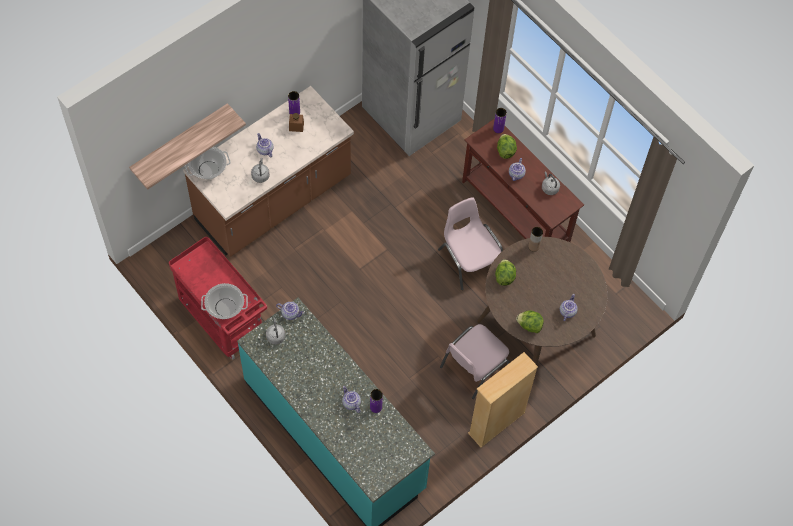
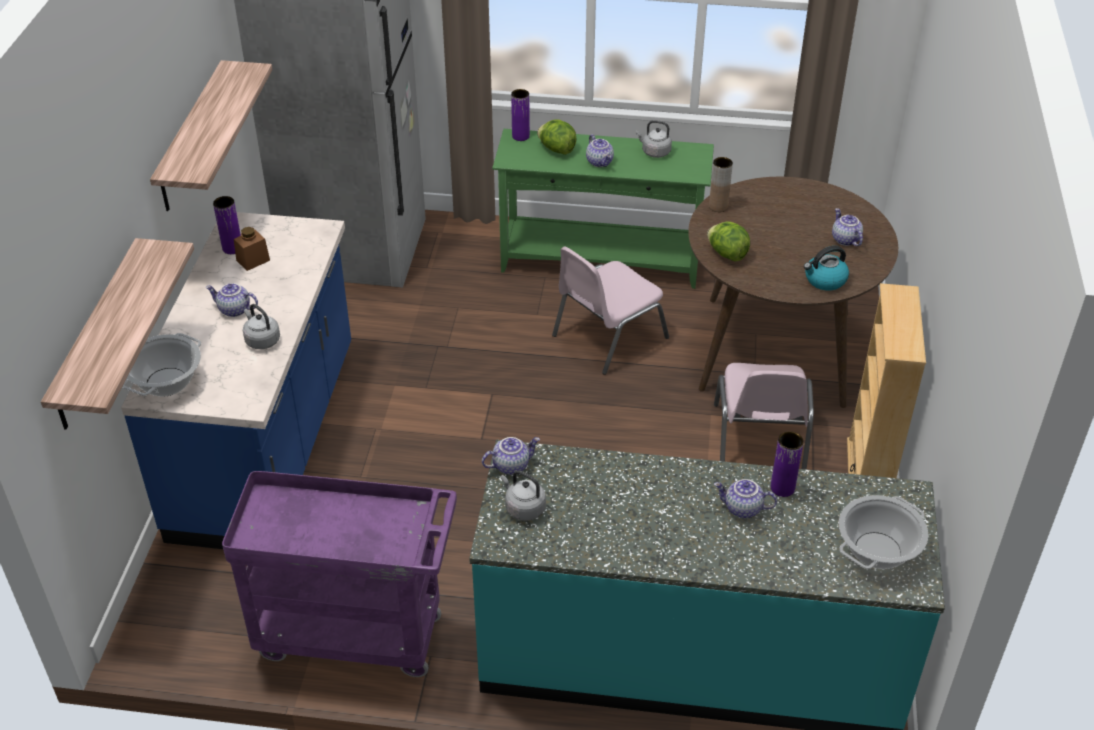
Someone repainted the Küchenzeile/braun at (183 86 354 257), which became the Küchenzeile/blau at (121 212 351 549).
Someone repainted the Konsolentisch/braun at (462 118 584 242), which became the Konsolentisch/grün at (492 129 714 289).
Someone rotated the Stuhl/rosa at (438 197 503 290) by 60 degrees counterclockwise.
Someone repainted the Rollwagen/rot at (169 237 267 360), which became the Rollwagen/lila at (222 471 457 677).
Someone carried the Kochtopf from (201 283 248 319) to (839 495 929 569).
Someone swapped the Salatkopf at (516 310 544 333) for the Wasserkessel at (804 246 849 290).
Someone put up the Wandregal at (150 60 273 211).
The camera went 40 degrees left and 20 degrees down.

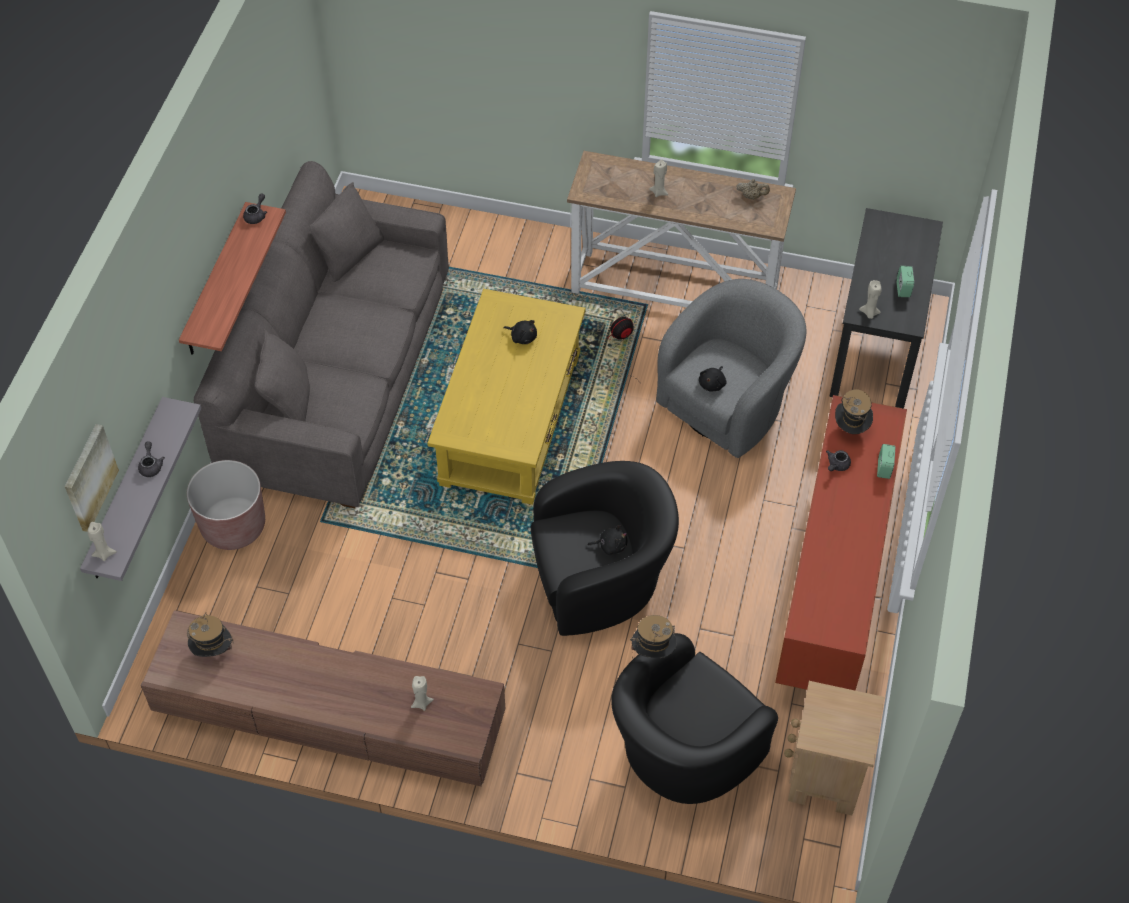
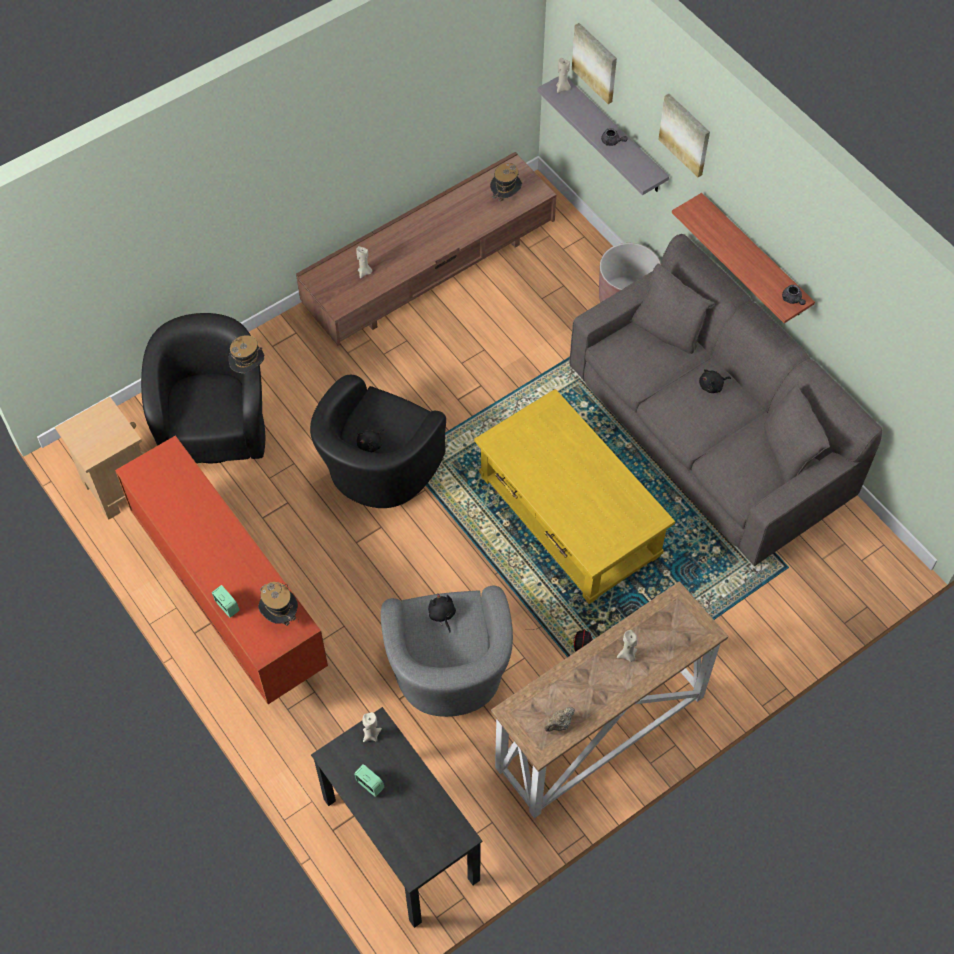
Someone carried the Plüschtier/schwarz from (504 320 537 344) to (699 369 731 393).
Someone took away the Teekanne/grau at (826 450 851 471).
Someone put up the Bild at (658 94 710 177).
The camera went 130 degrees right and 5 degrees up.

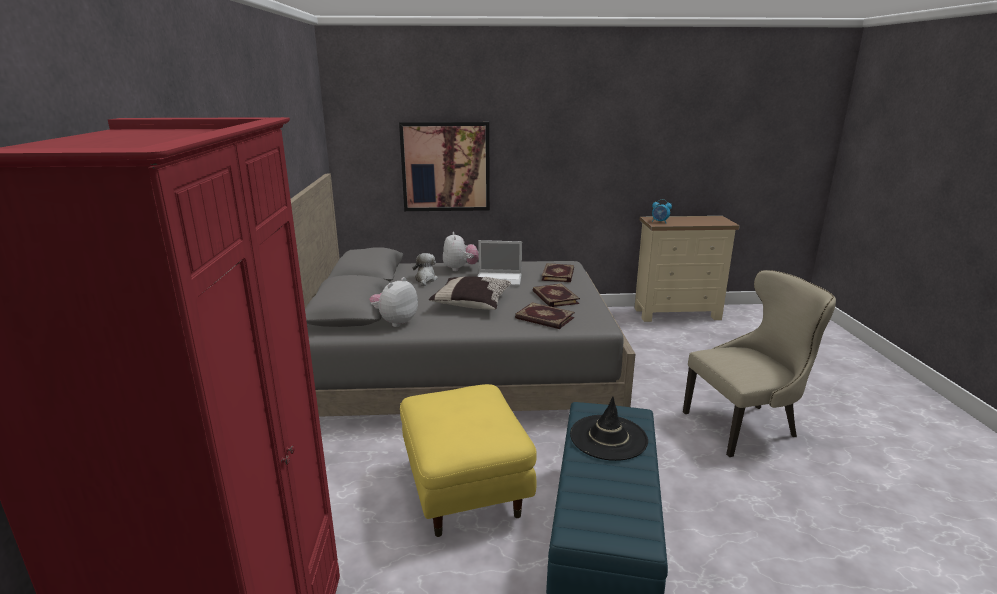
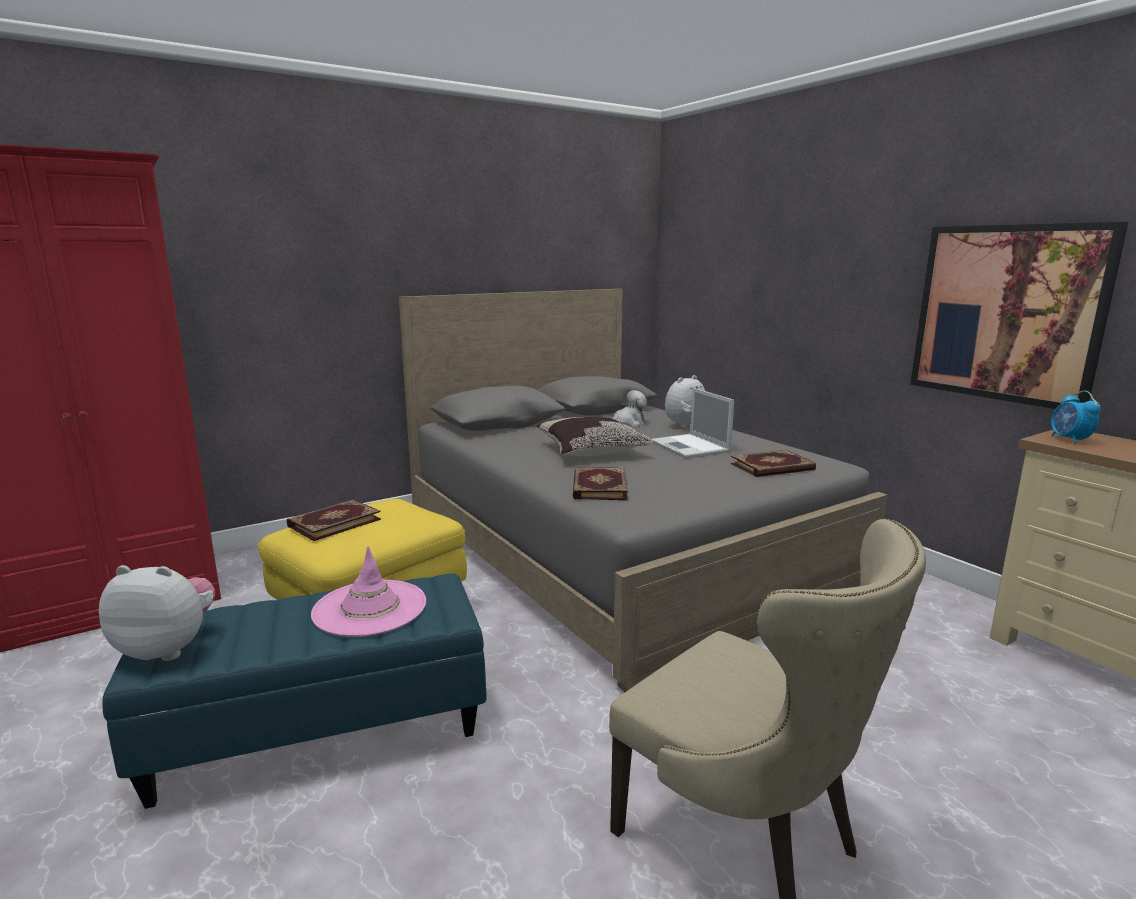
Someone carried the Bild from (399 122 490 211) to (910 222 1128 409).
Someone carried the Plüschtier from (369 277 418 327) to (99 565 215 661).
Someone carried the Buch from (533 284 580 307) to (287 500 381 541).
Someone repainted the Hut/schwarz at (570 396 648 461), which became the Hut/rosa at (311 546 426 637).
The camera went 60 degrees right and 5 degrees down.

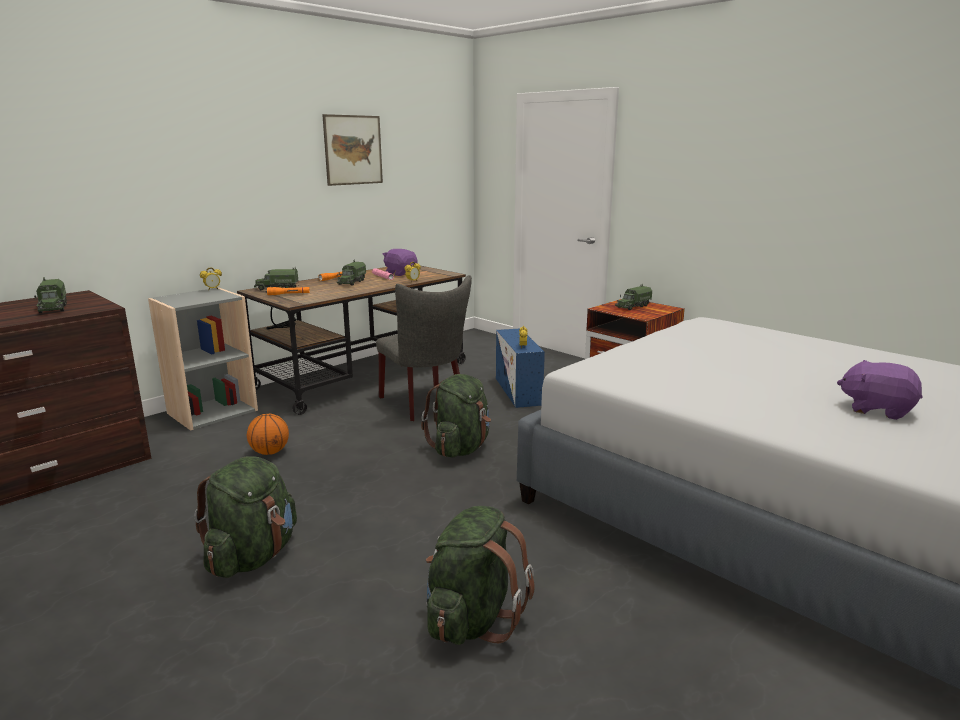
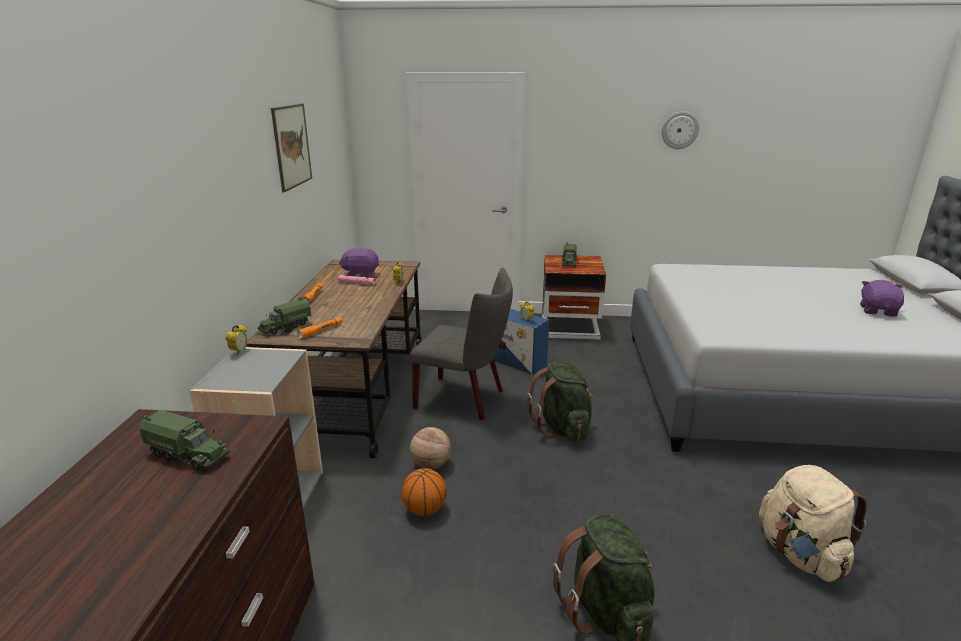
Someone took away the Spielzeuglaster at (337 259 366 286).
Someone rotated the Plüschtier/lila at (837 360 923 420) by 120 degrees clockwise.
Someone repainted the Rucksack/grün at (426 506 535 645), which became the Rucksack/beige at (759 465 867 582).
Someone put up the Wanduhr at (662 111 699 149).
Someone put down the Basketball at (410 427 451 469).
The camera went 40 degrees left and 5 degrees up.

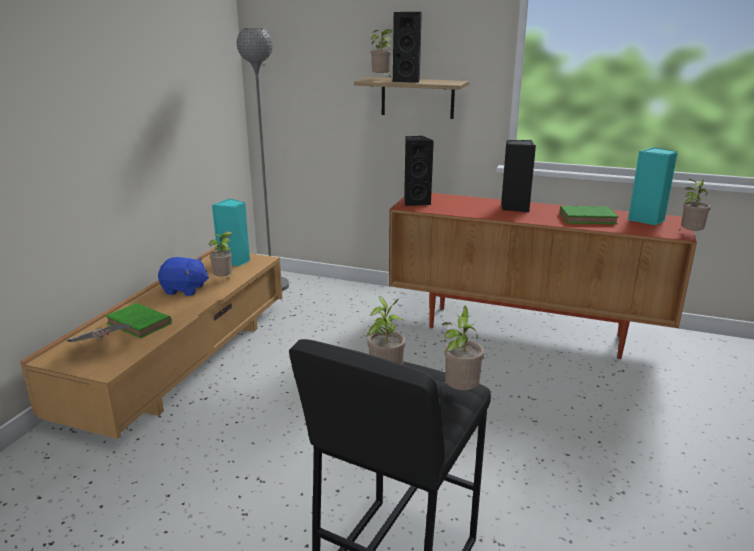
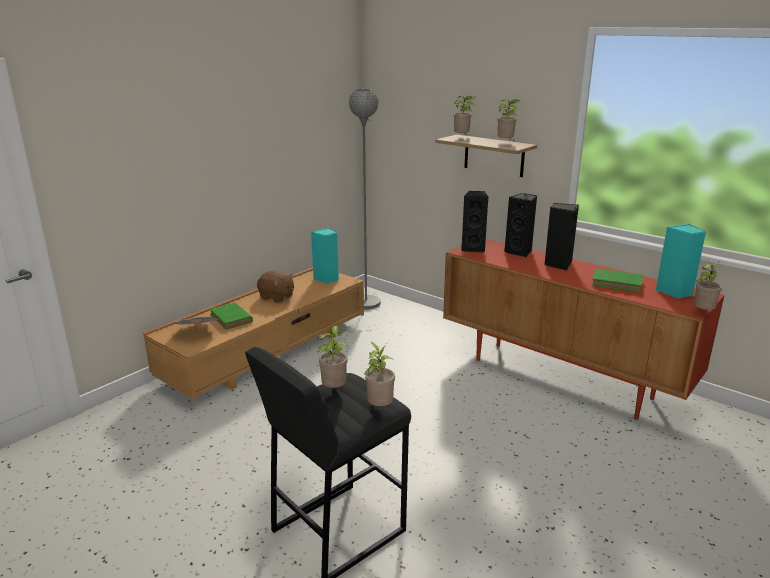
Someone carried the Lautsprecher/schwarz from (392 12 422 83) to (504 193 537 257).
Someone carried the Topfpflanze from (209 231 233 277) to (497 99 520 142).
Someone repainted the Plüschtier/blau at (158 257 209 296), which became the Plüschtier/braun at (257 271 294 303).
The camera went 20 degrees right and 0 degrees up.

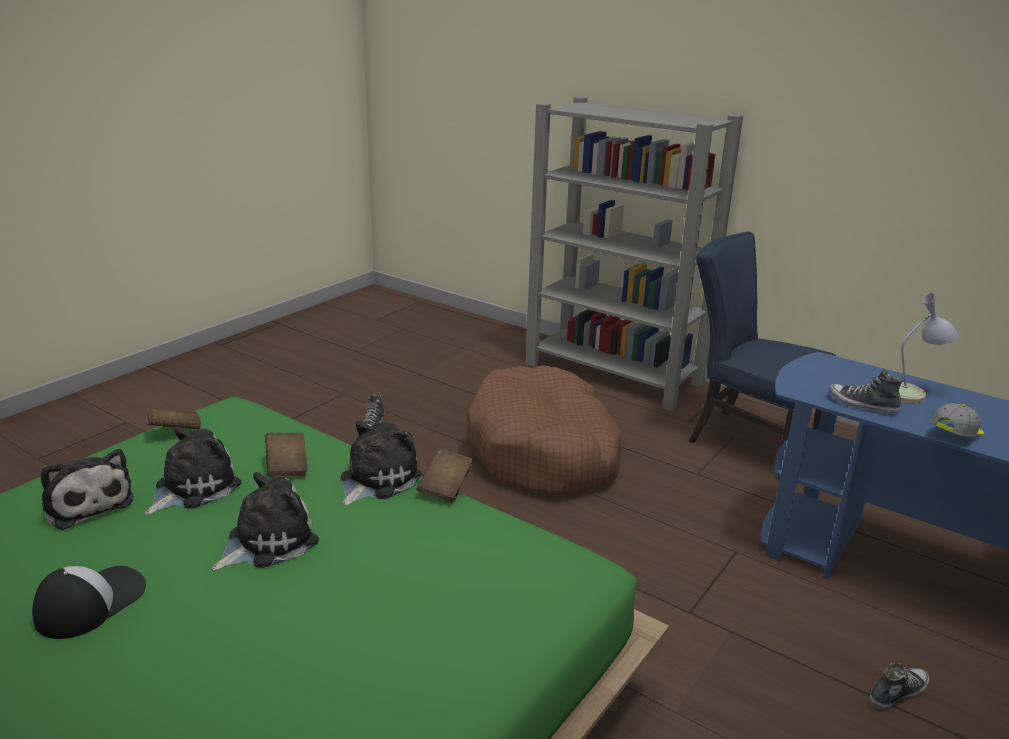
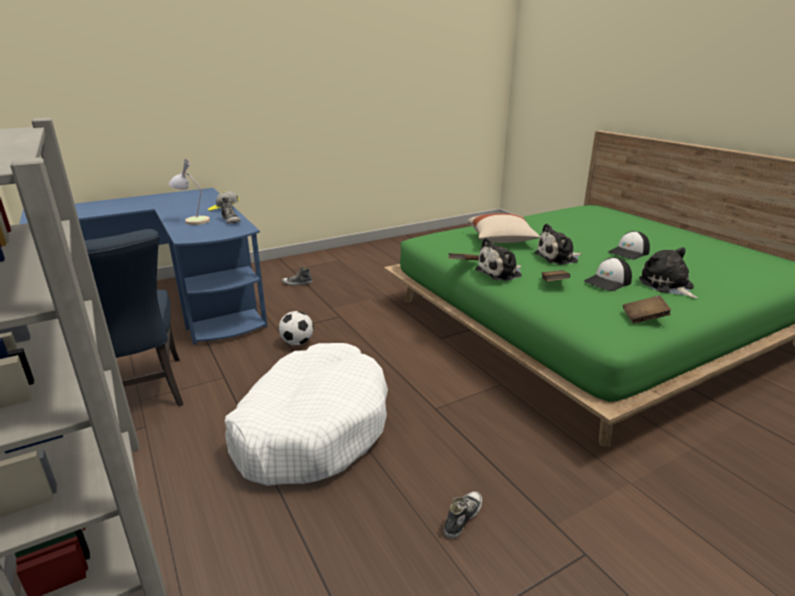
Someone repainted the Hundebett/braun at (467 365 622 495), which became the Hundebett/weiß at (225 343 388 486).
Someone swapped the Plüschtier at (145 426 241 515) for the Kappe at (584 257 632 291).
Someone put down the Kissen/beige at (467 213 540 243).
Someone put down the Fußball at (279 311 314 345).
The camera went 155 degrees left and 0 degrees up.

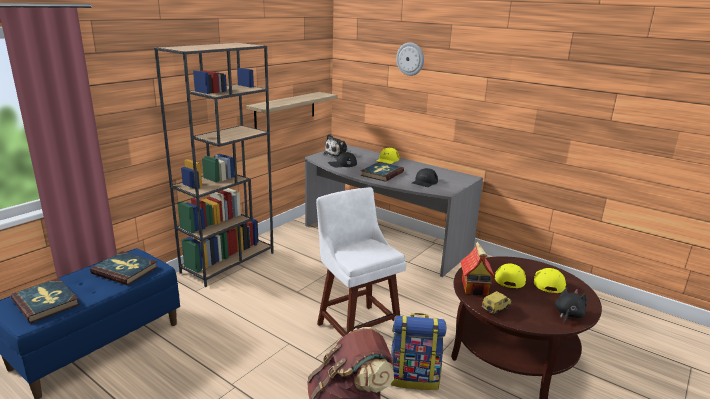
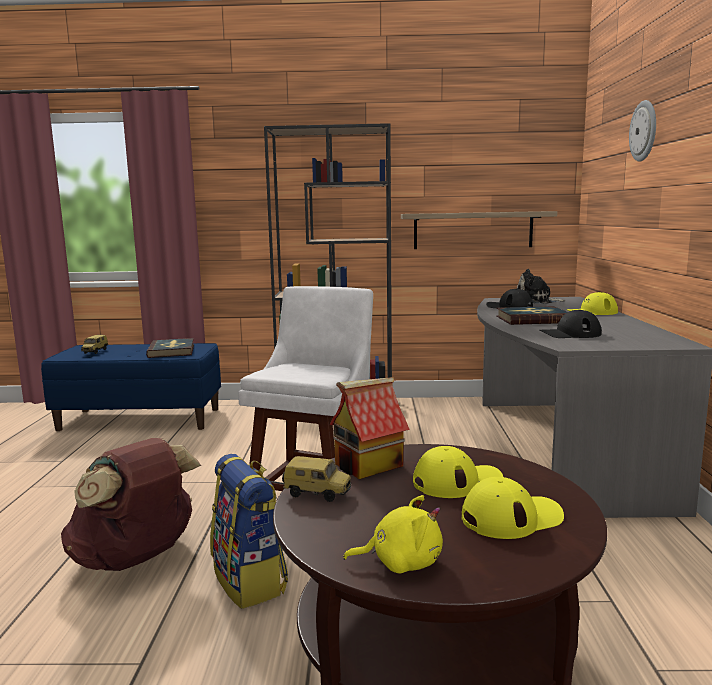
Someone swapped the Buch at (11 278 80 323) for the Spielzeugauto at (81 335 109 354).
Someone repainted the Plüschtier/schwarz at (555 287 587 324), which became the Plüschtier/gelb at (343 495 443 573).
The camera went 55 degrees right and 10 degrees down.

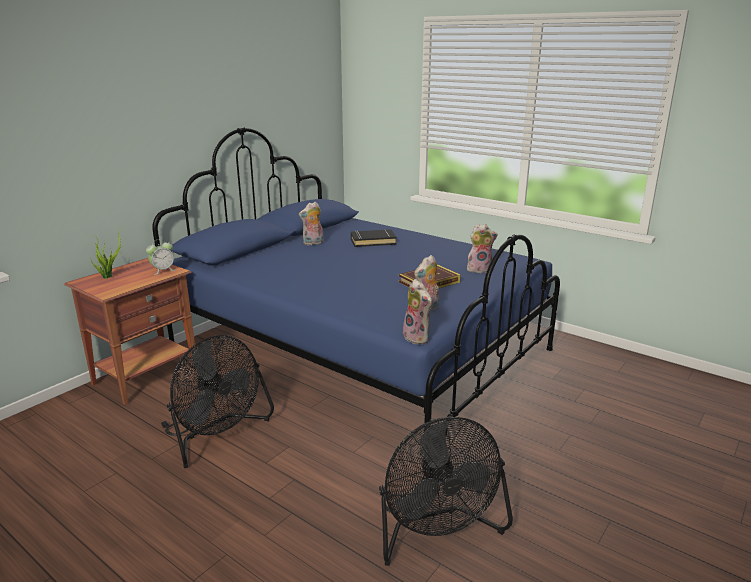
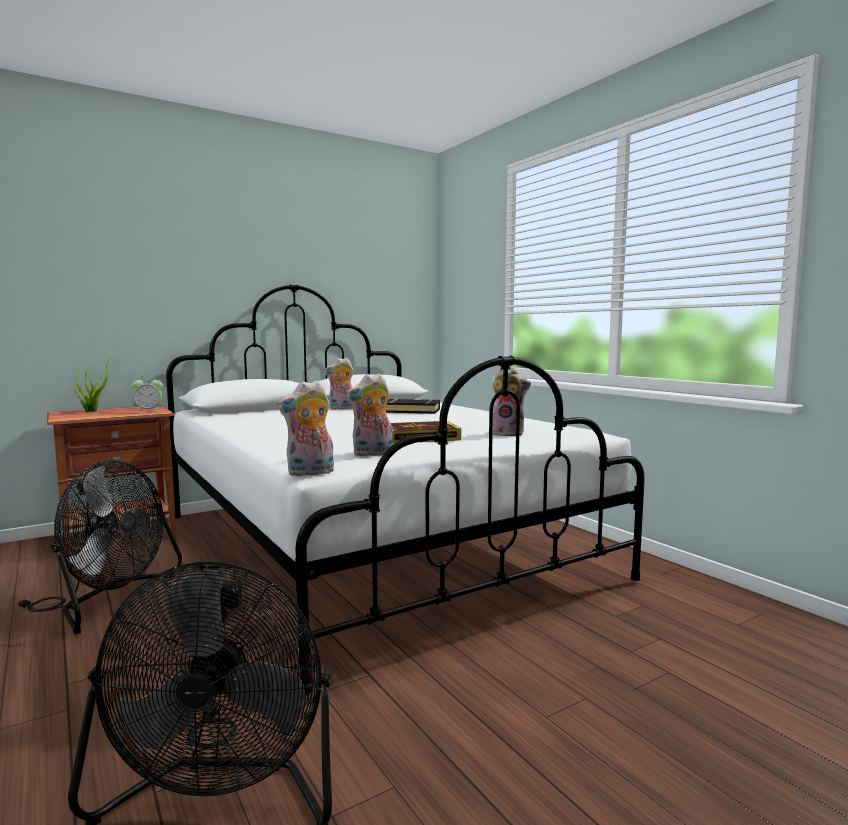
Someone repainted the Bett/blau at (152 128 560 468), which became the Bett/weiß at (166 284 645 695).
Someone rotated the Plüschtier at (403 279 432 344) by 75 degrees clockwise.
Someone rotated the Ventilator/schwarz at (161 335 274 468) by 45 degrees counterclockwise.
The camera went 20 degrees right and 15 degrees down.

